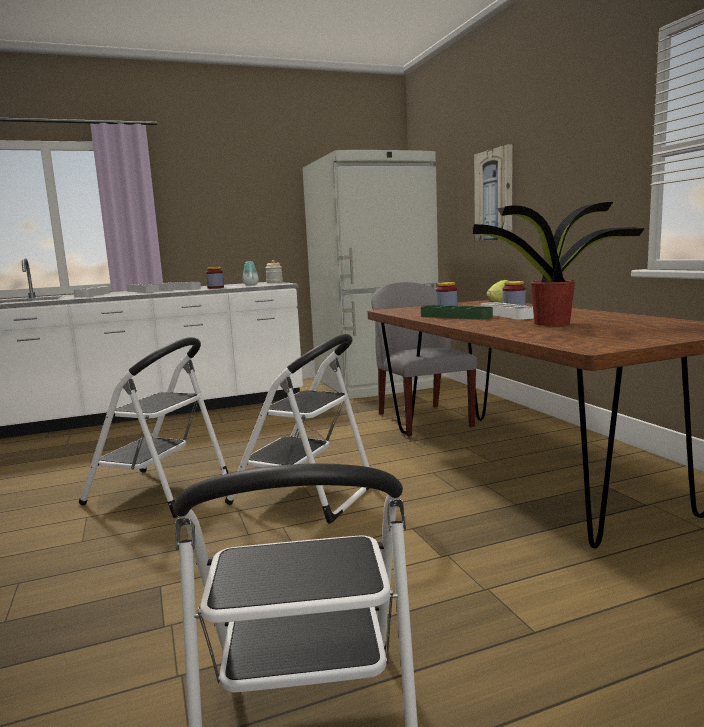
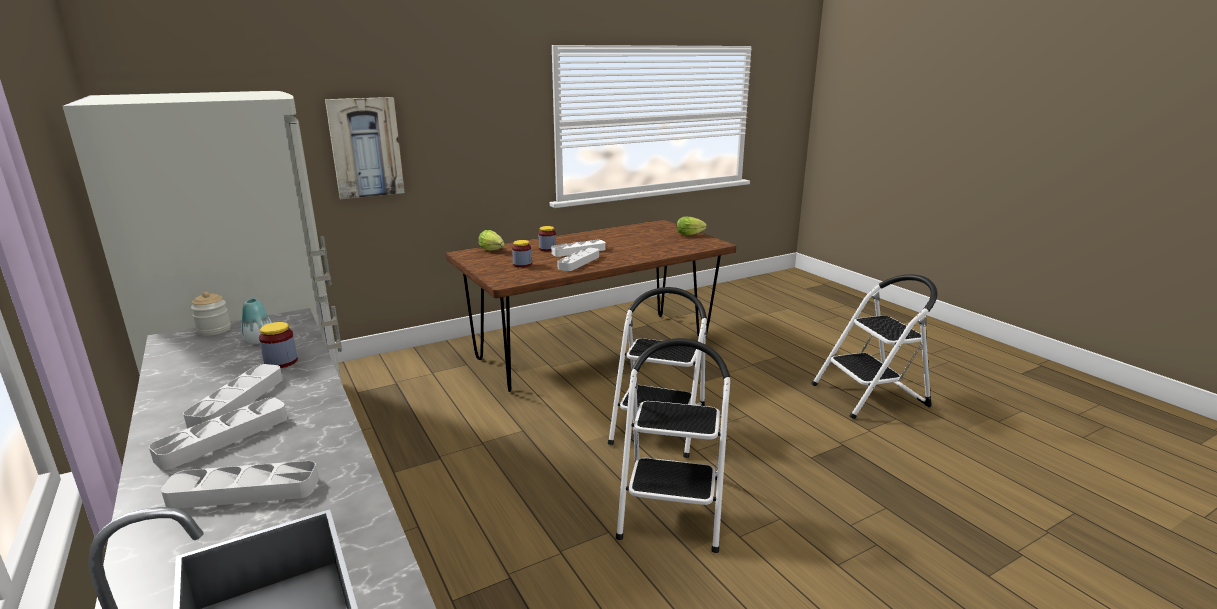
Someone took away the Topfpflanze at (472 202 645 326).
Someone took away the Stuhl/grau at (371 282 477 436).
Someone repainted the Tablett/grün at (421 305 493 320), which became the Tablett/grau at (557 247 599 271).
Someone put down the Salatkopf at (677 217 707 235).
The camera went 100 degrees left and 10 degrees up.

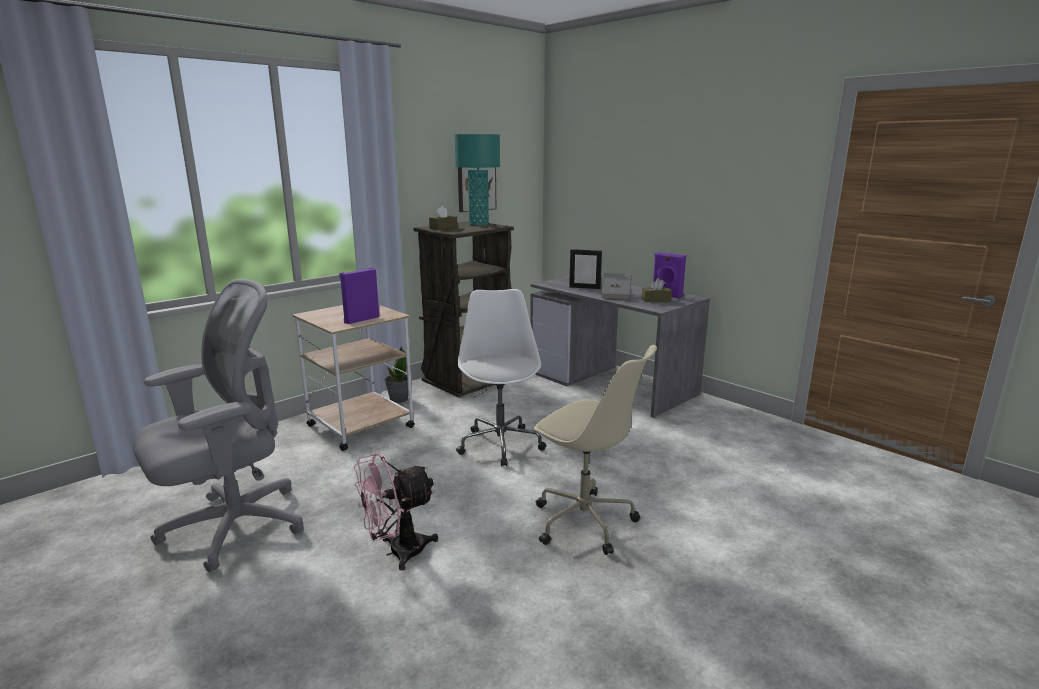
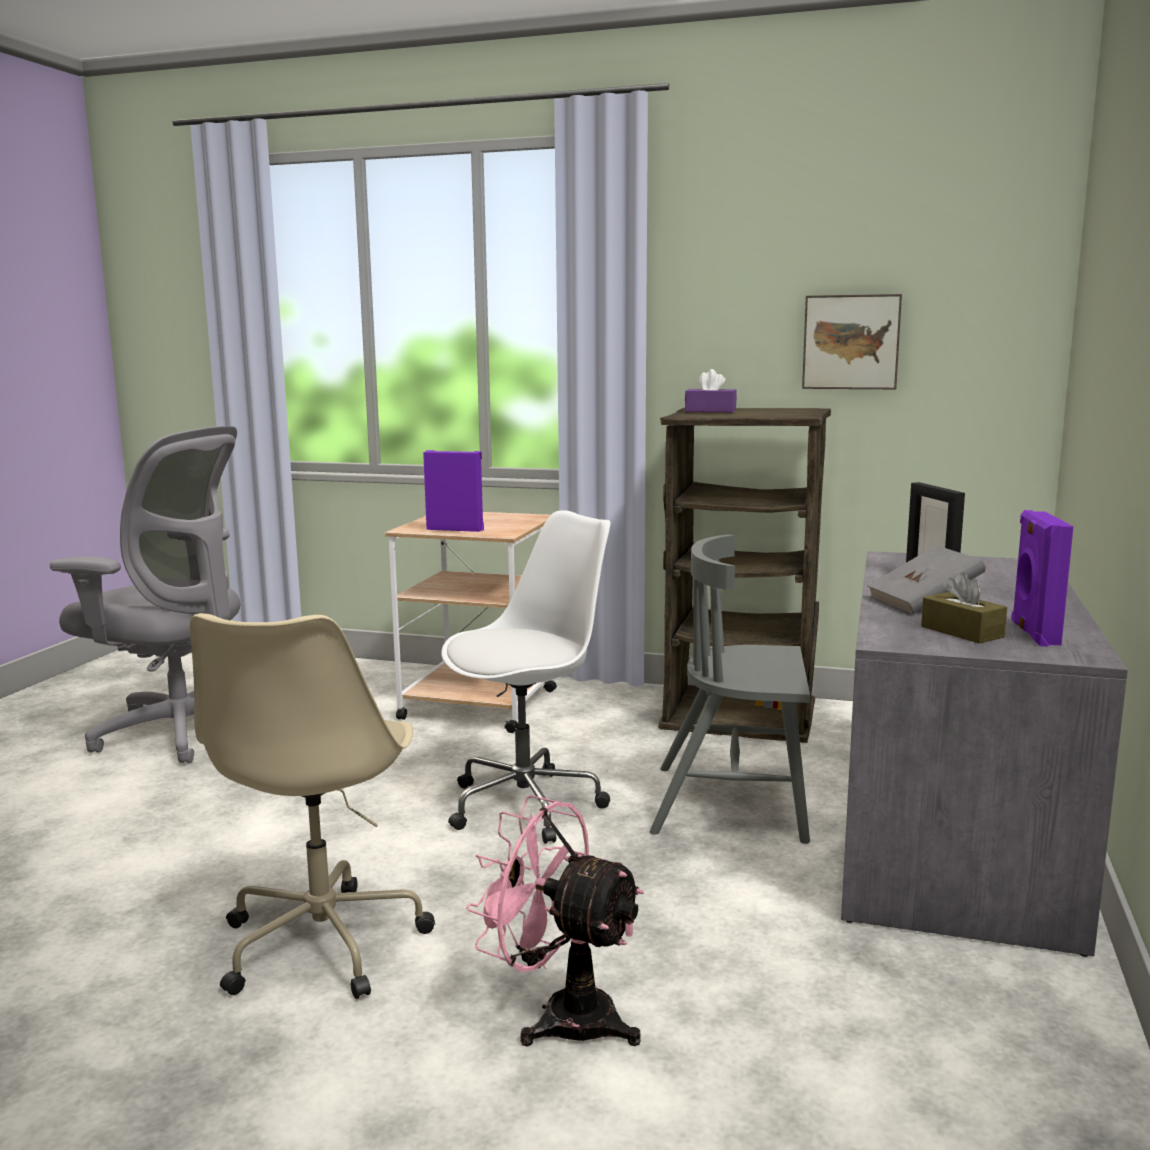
Someone took away the Tischlampe/türkis at (455 134 500 225).
Someone repainted the Taschentuchbox/braun at (429 206 458 230), which became the Taschentuchbox/lila at (685 369 737 412).
Someone took away the Topfpflanze at (384 346 408 403).
Someone carried the Ventilator/rosa from (354 453 438 571) to (466 795 644 1047).
Someone put down the Stuhl/grau at (650 535 810 844).
The camera went 60 degrees right and 5 degrees down.

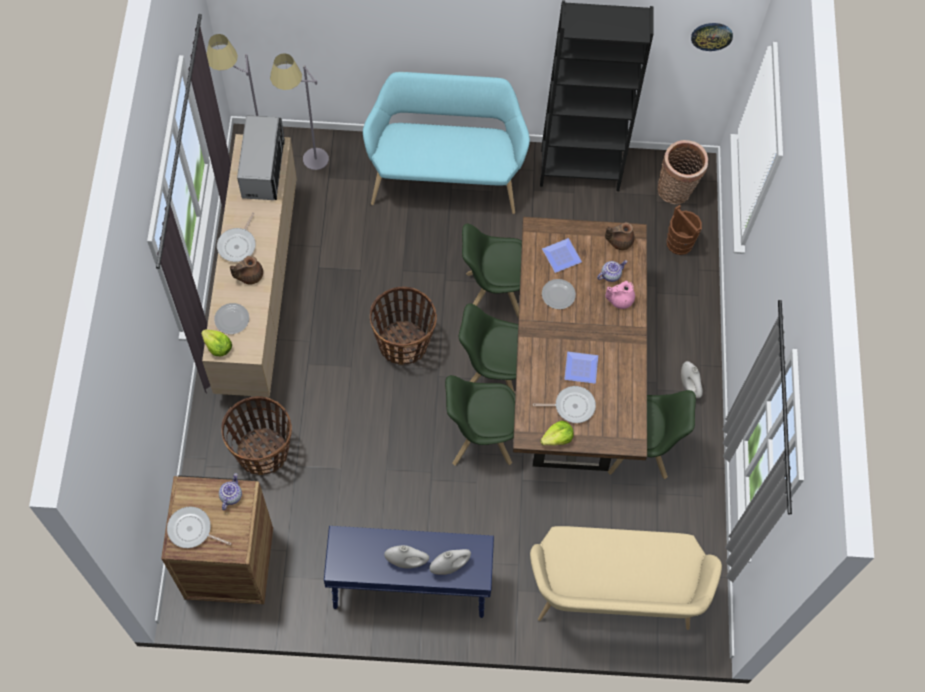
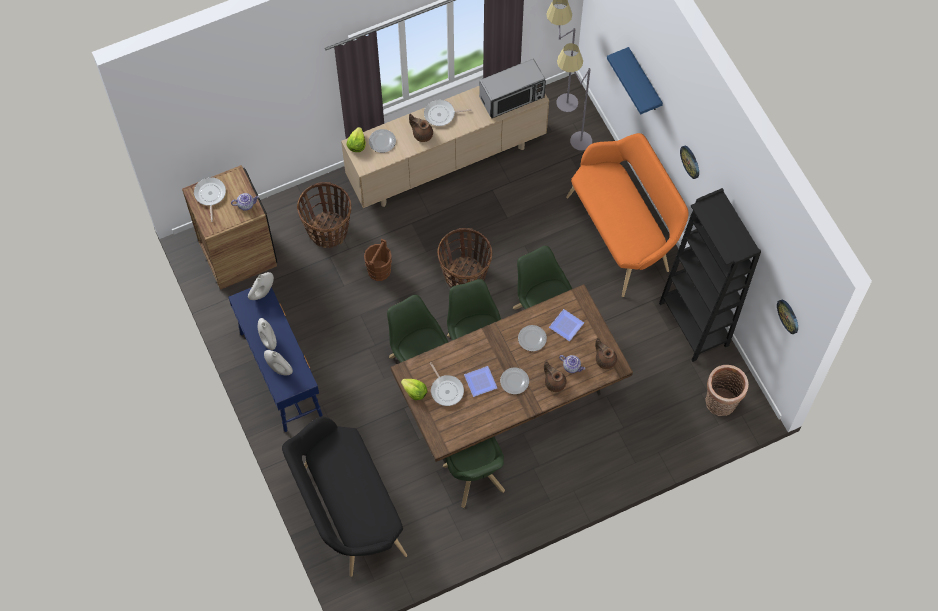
Someone repainted the Bank/türkis at (363 72 530 214), which became the Bank/orange at (566 133 689 297).
Someone carried the Eimer/braun from (667 205 702 255) to (364 239 392 281).
Someone repainted the Teekanne/rosa at (605 281 635 309), which became the Teekanne/braun at (544 361 567 392).
Someone carried the Vase/weiß from (681 361 703 399) to (248 272 274 300).
Someone repainted the Bank/beige at (530 526 722 630), which became the Bank/schwarz at (282 417 407 577).
Someone put up the Wandregal/blau at (607 47 663 115).
Someone put up the Wanduhr at (680 146 699 179).
Someone put down the Teller at (500 368 529 394).
The camera went 65 degrees right and 0 degrees up.

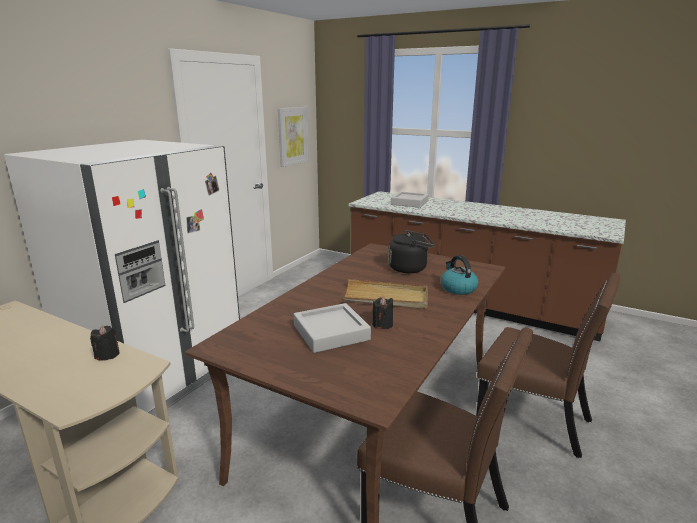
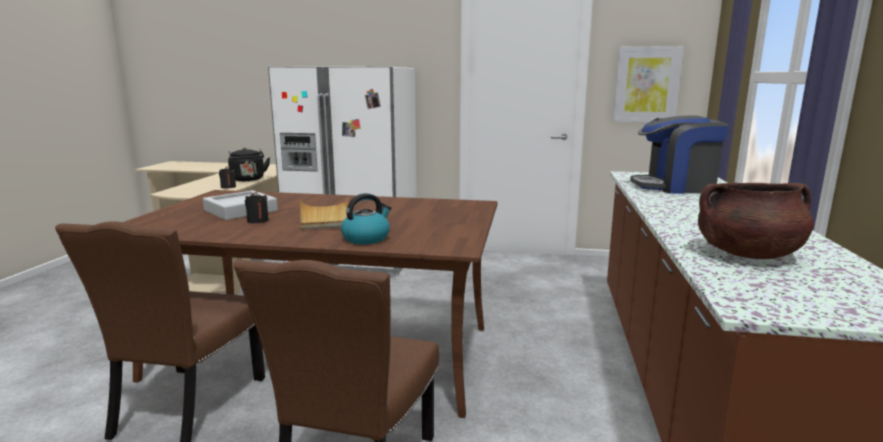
Someone swapped the Tablett/grau at (391 192 429 208) for the Kaffeemaschine at (630 116 729 194).
Someone carried the Wasserkessel/schwarz from (388 230 434 273) to (228 148 270 181).
Someone put down the Kochtopf/braun at (698 183 814 259).
The camera went 70 degrees right and 5 degrees down.

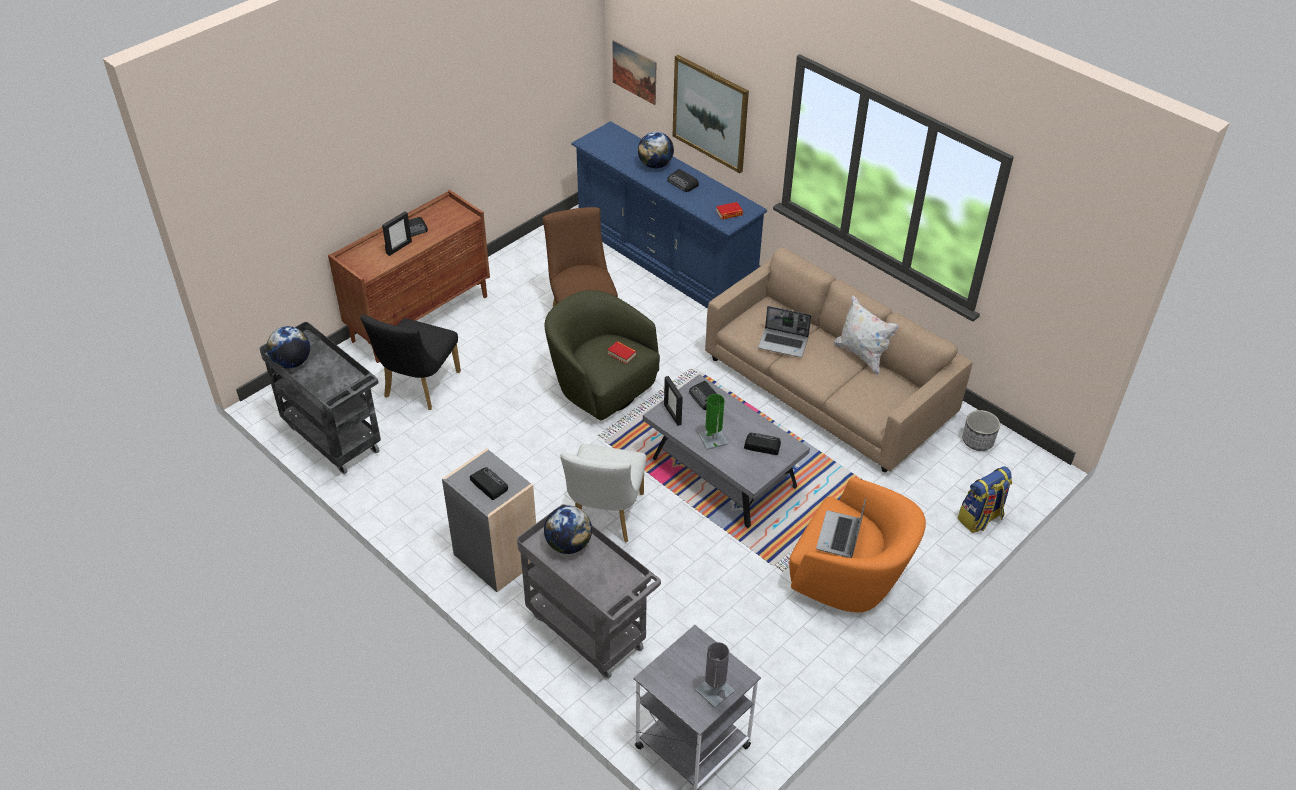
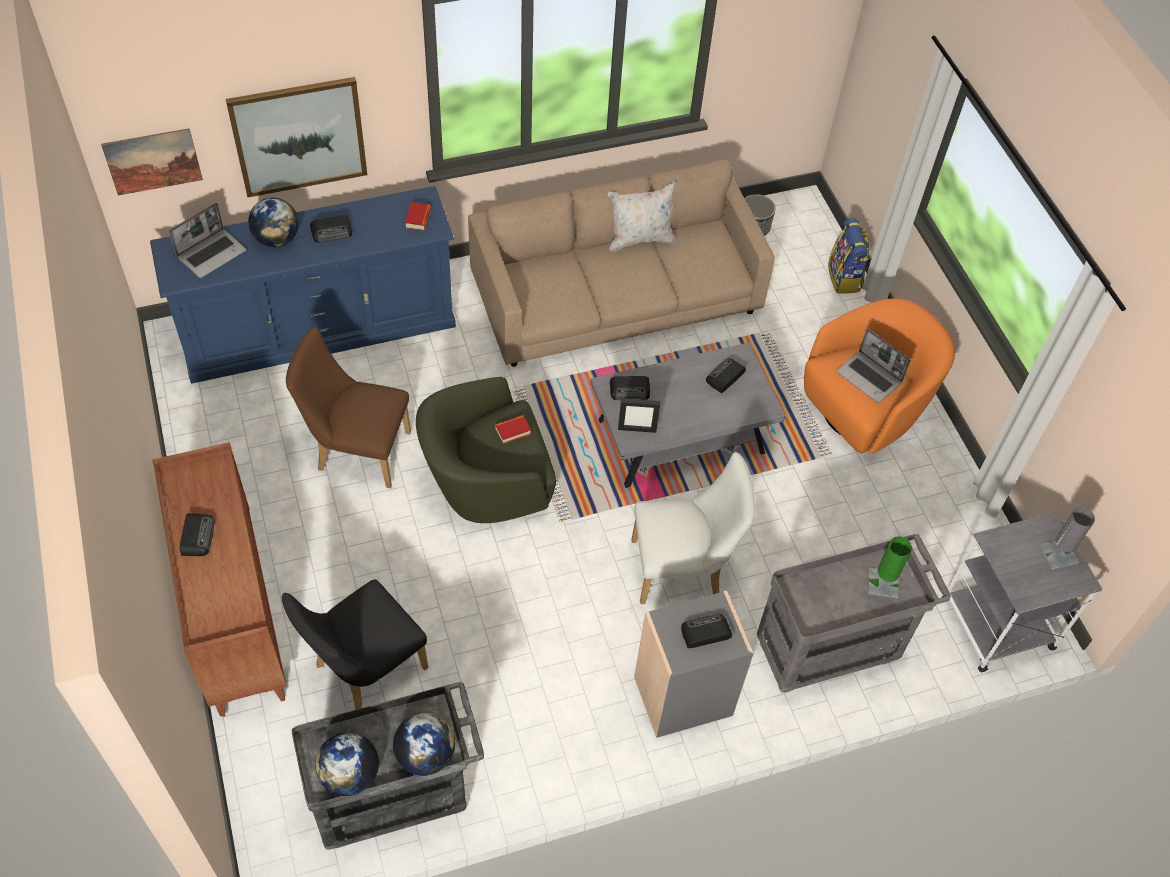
Someone took away the Bilderrahmen at (382 211 412 256).
Someone carried the Laptop from (758 306 811 357) to (169 203 246 278).
Someone rotated the Stuhl/schwarz at (361 315 461 410) by 90 degrees clockwise.
Someone carried the Tischlampe/grün from (699 394 728 450) to (868 536 912 599).
Someone rotated the Stuhl/weiß at (560 444 647 542) by 45 degrees counterclockwise.
Someone carried the Globus from (544 506 592 554) to (393 712 455 776).
The camera went 65 degrees left and 10 degrees up.

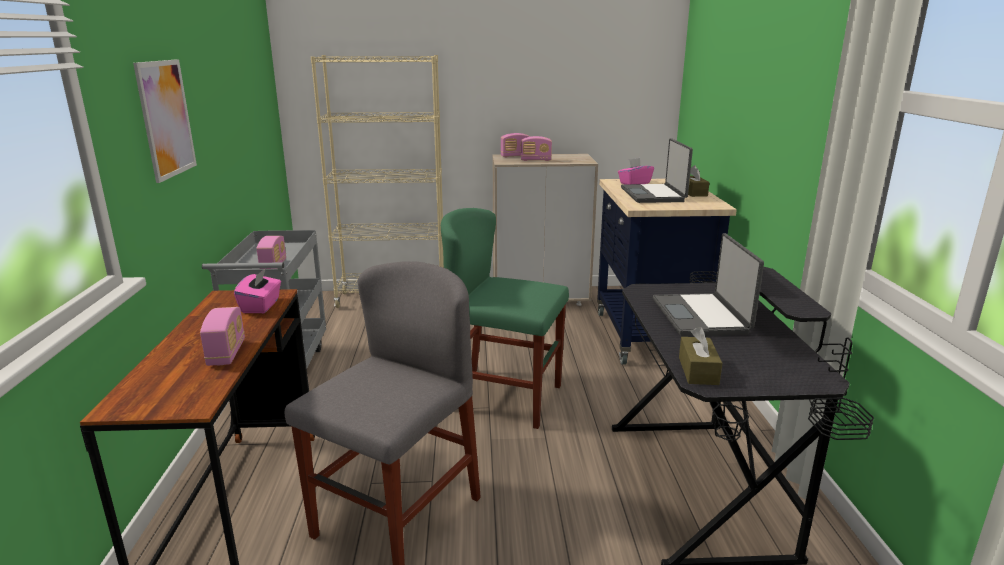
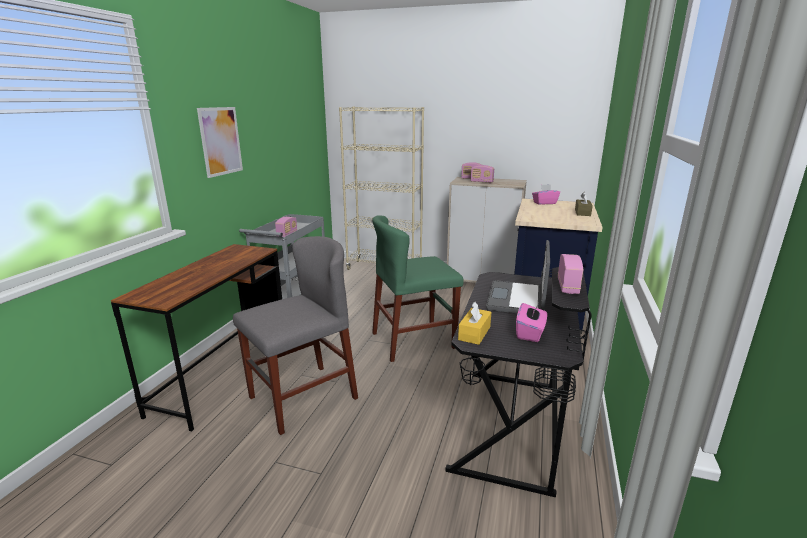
Someone took away the Laptop at (621 138 693 203).
Someone rotated the Stuhl/grün at (441 208 569 429) by 60 degrees counterclockwise.
Someone carried the Taschentuchbox/rosa from (234 268 281 313) to (516 303 547 342).
Someone carried the Radio from (200 307 245 366) to (558 254 583 294).
Someone repainted the Taschentuchbox/braun at (679 327 722 385), which became the Taschentuchbox/gelb at (458 301 491 345).
The camera went 20 degrees right and 0 degrees up.

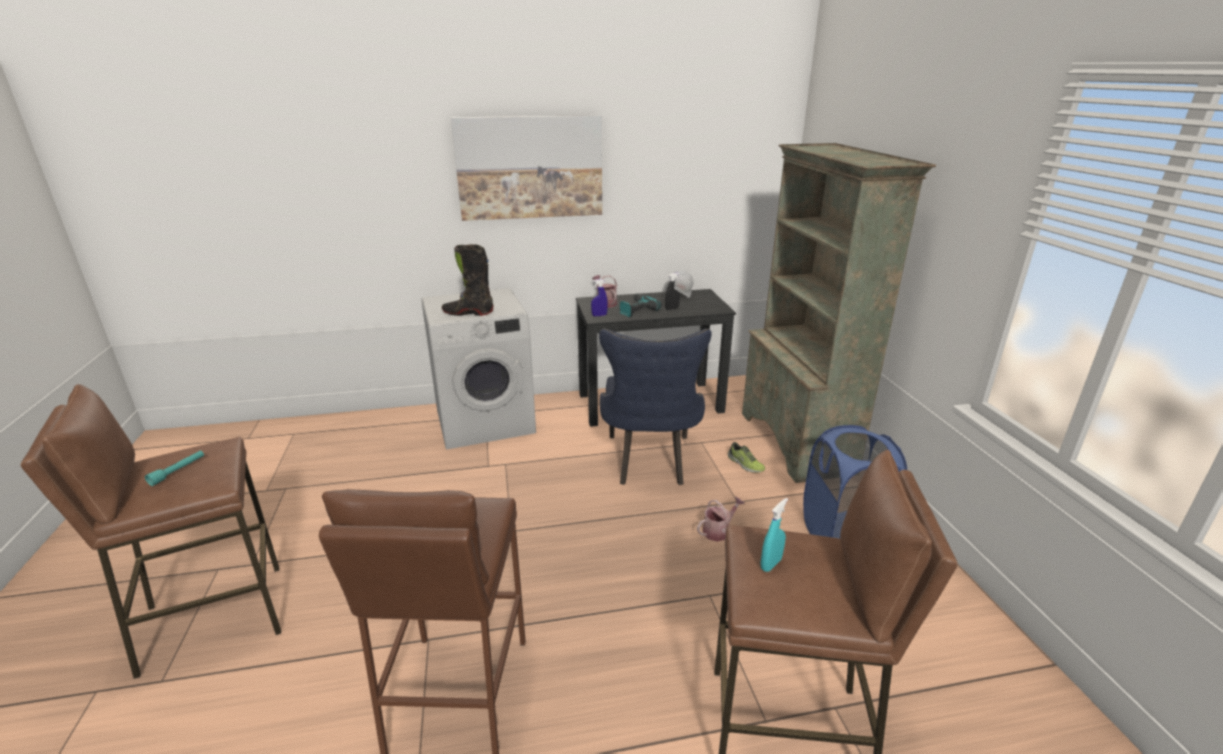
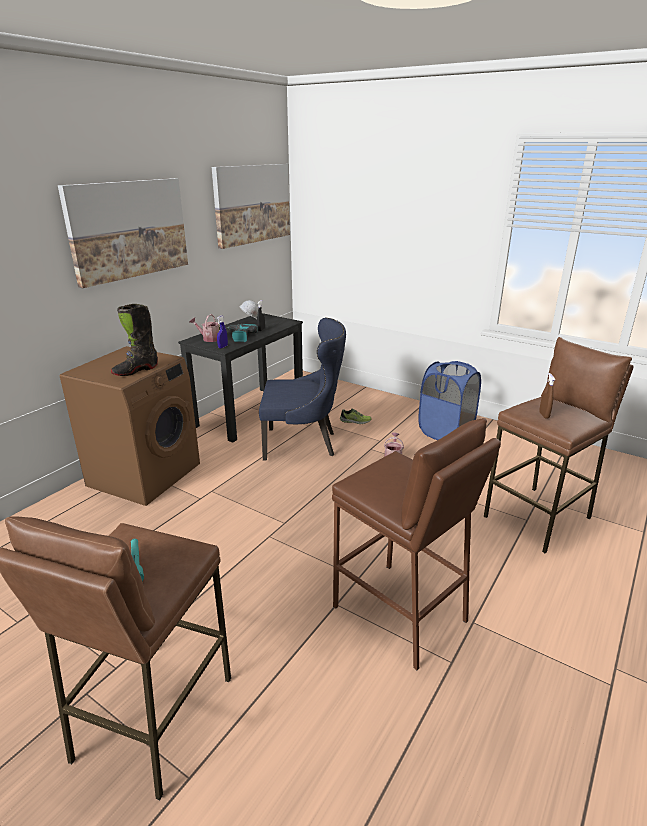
Someone took away the Bücherregal/grün at (742 143 936 483).
Someone repainted the Waschmaschine/weiß at (421 288 536 449), which became the Waschmaschine/braun at (60 346 200 506).
Someone rotated the Stuhl/blau at (599 328 712 485) by 45 degrees counterclockwise.
Someone repainted the Sprühflasche/türkis at (761 498 788 572), which became the Sprühflasche/braun at (539 373 555 419).
Someone put up the Bild at (212 164 290 249).
The camera went 45 degrees left and 0 degrees up.

